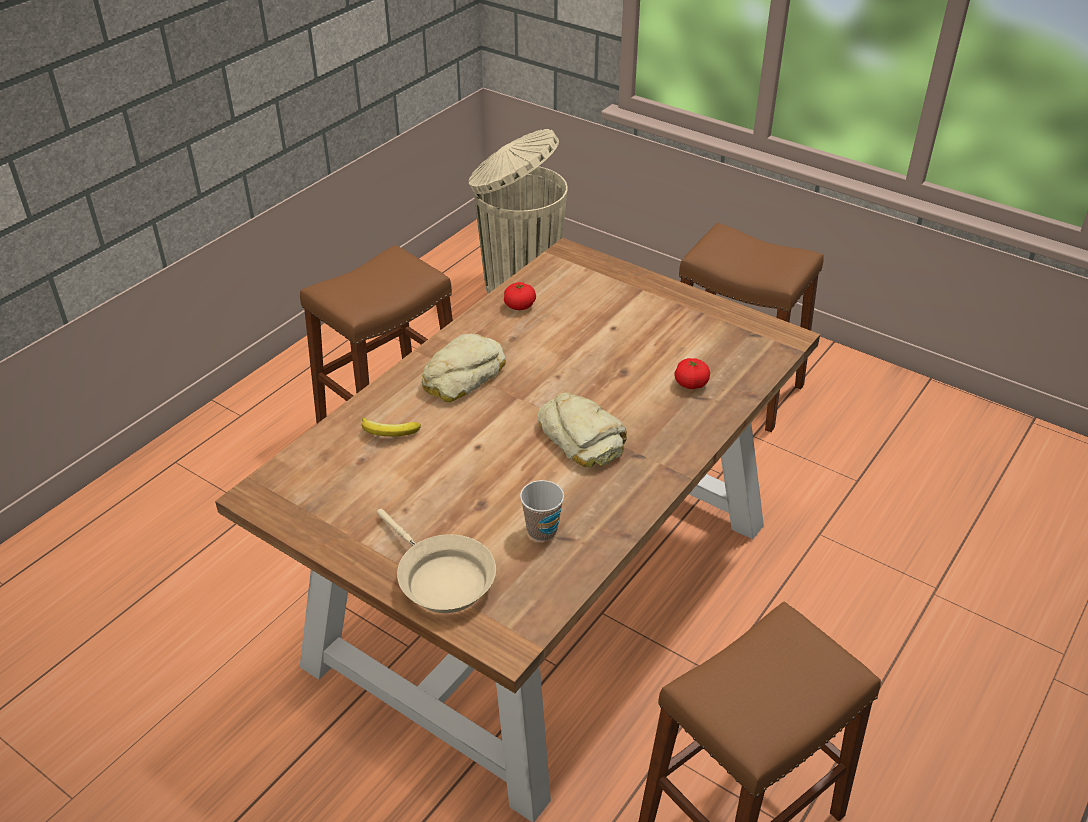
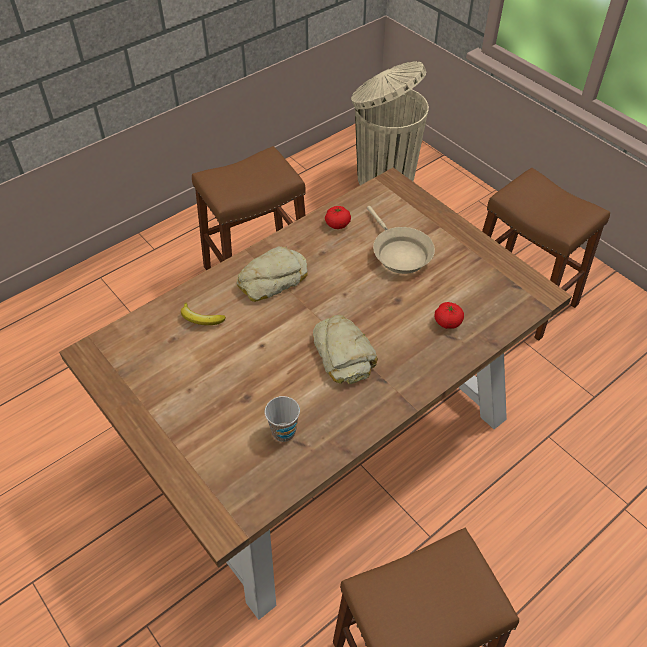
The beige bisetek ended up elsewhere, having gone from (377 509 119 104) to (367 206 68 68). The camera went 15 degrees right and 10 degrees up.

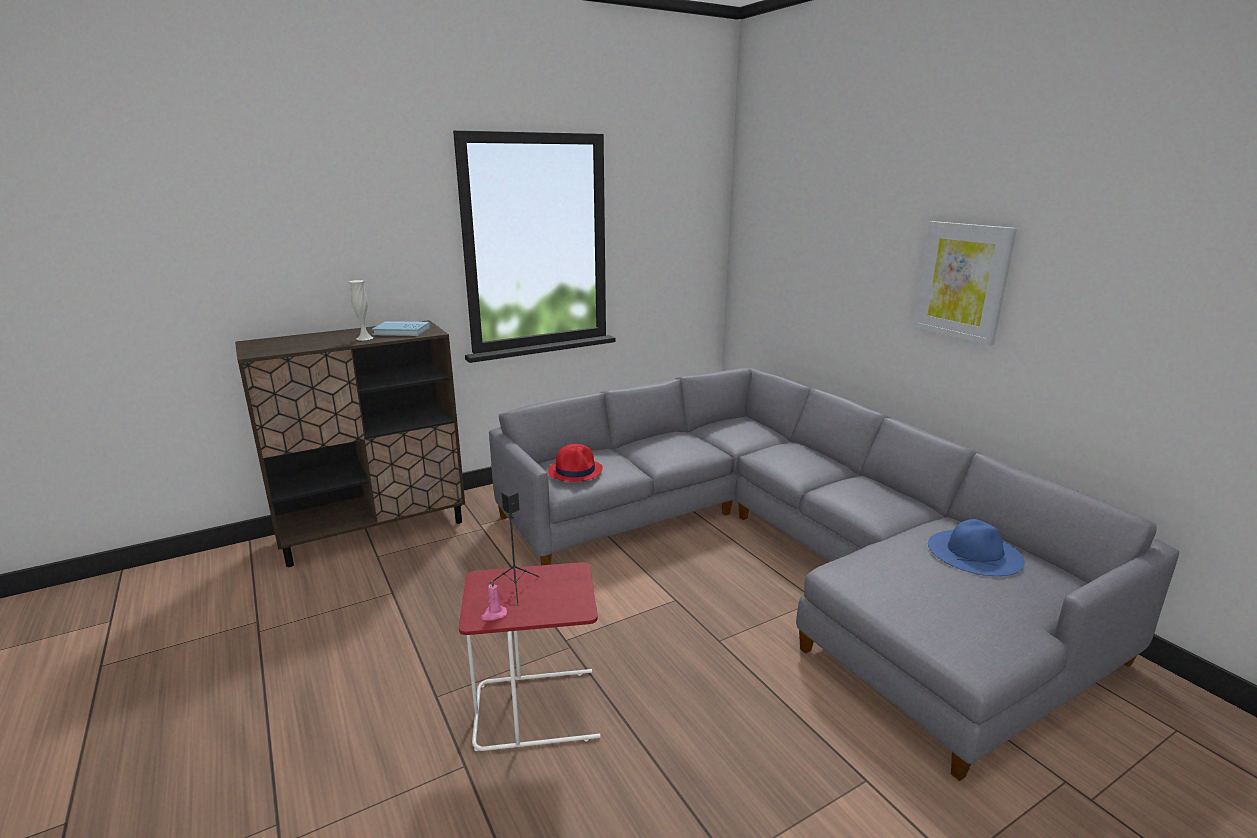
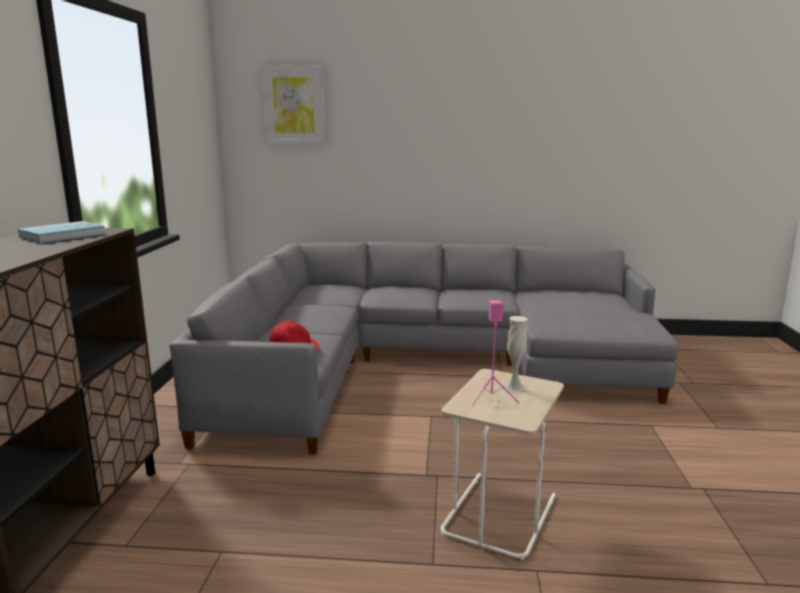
The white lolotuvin ended up elsewhere, having gone from (349 280 24 60) to (505 316 23 76). What was the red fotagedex at (459 562 142 189) turned into the beige fotagedex at (441 369 122 191). The second view lost the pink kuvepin at (481 579 26 41). What was the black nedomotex at (489 489 51 117) turned into the pink nedomotex at (472 300 47 106). The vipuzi ended up elsewhere, having gone from (913 221 104 125) to (261 65 65 79). The second view lost the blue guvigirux at (928 519 97 57). The camera went 55 degrees left and 5 degrees down.

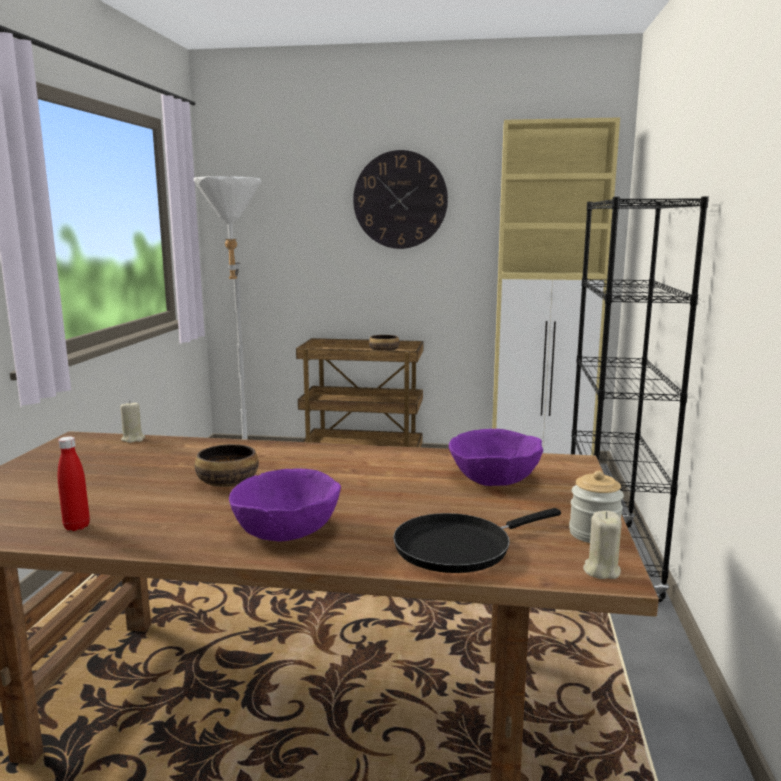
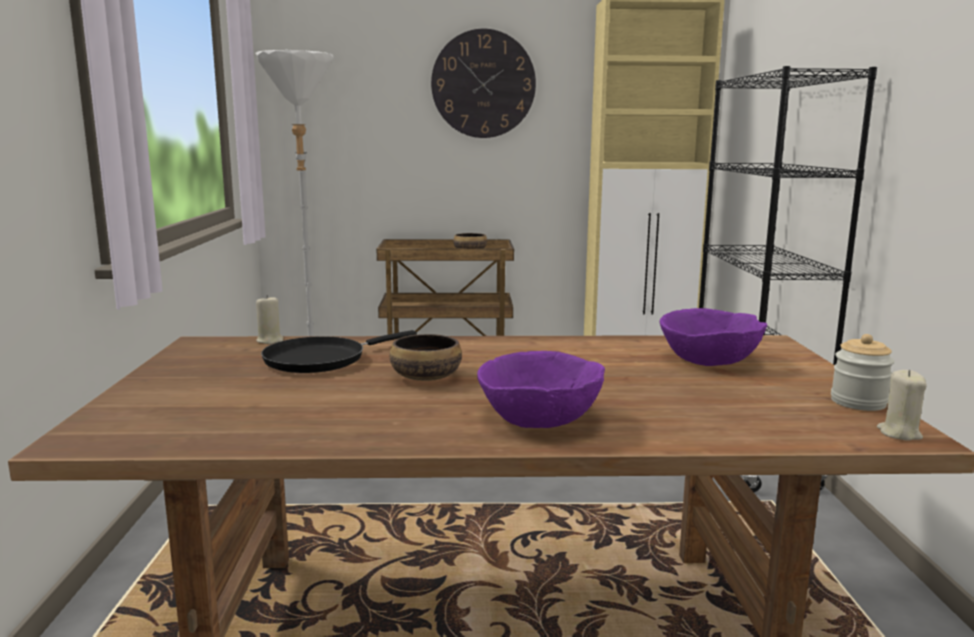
The second view lost the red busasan at (58 436 32 95). The black bisetek ended up elsewhere, having gone from (393 508 168 65) to (261 330 156 43). The camera went 10 degrees left and 0 degrees up.

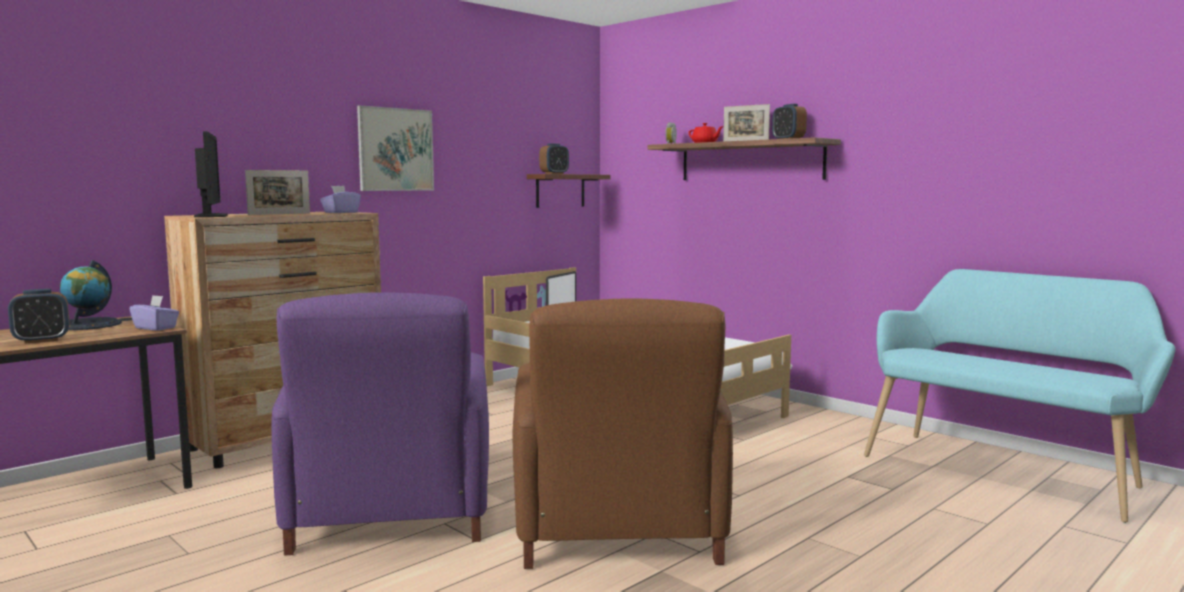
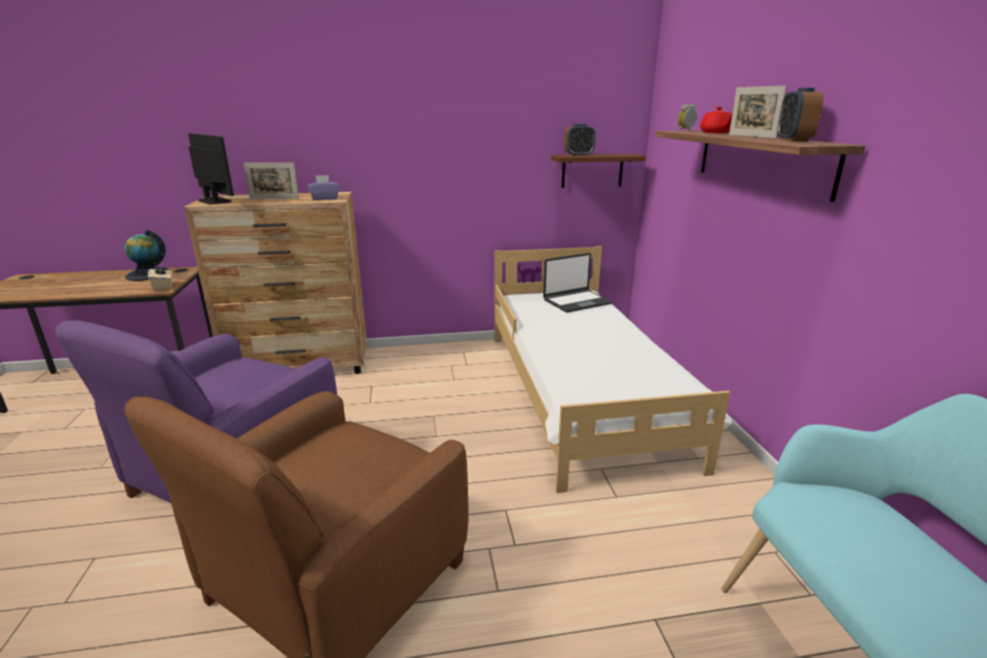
The second view lost the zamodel at (8 289 61 54). What was the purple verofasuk at (129 295 50 36) turned into the beige verofasuk at (148 264 24 27). The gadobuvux at (194 131 34 86) ended up facing another way, 60 degrees counterclockwise from before. The second view lost the vipuzi at (357 105 77 86). The camera went 35 degrees right and 15 degrees up.

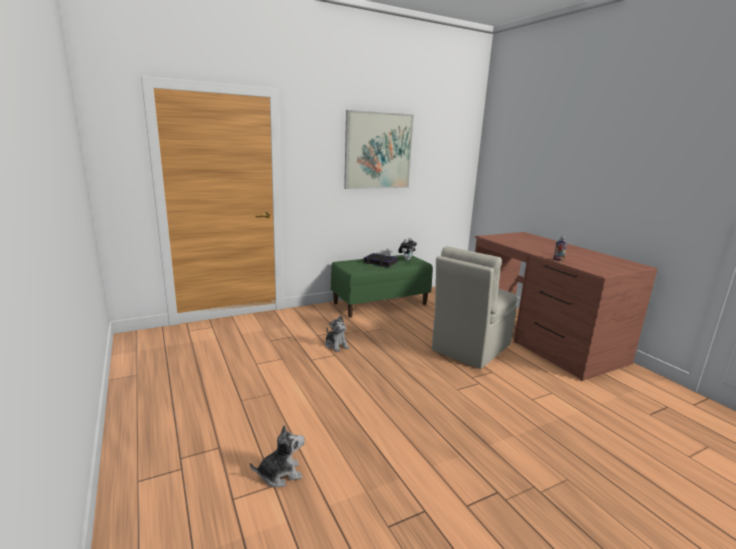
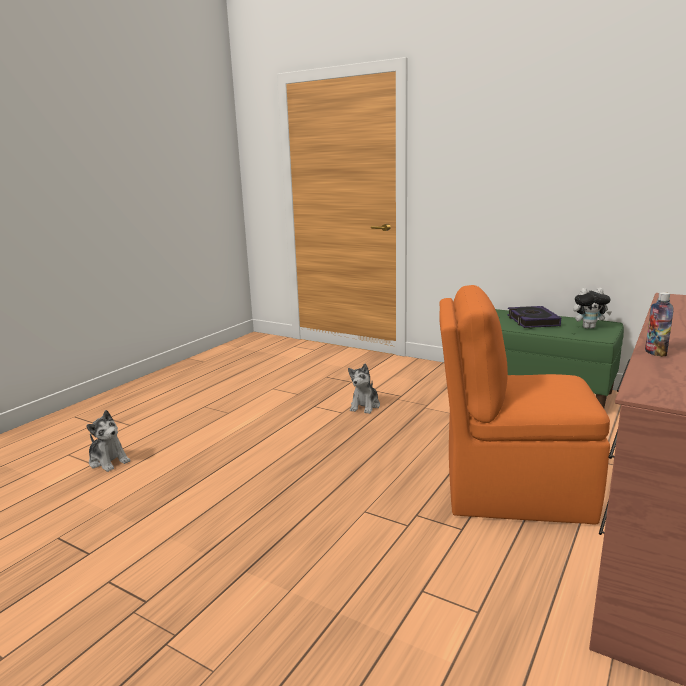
The second view lost the vipuzi at (344 110 70 79). What was the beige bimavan at (432 246 85 123) turned into the orange bimavan at (439 285 171 240). The camera went 60 degrees right and 0 degrees up.

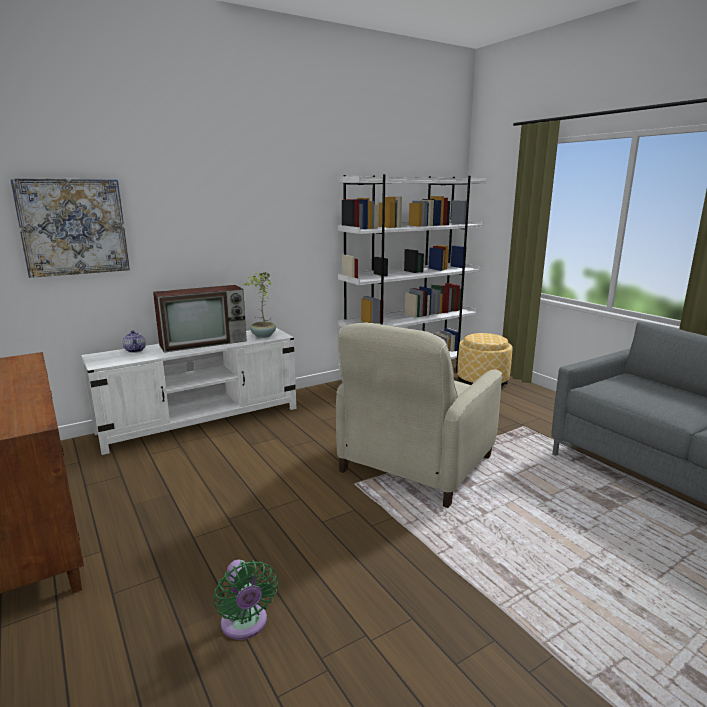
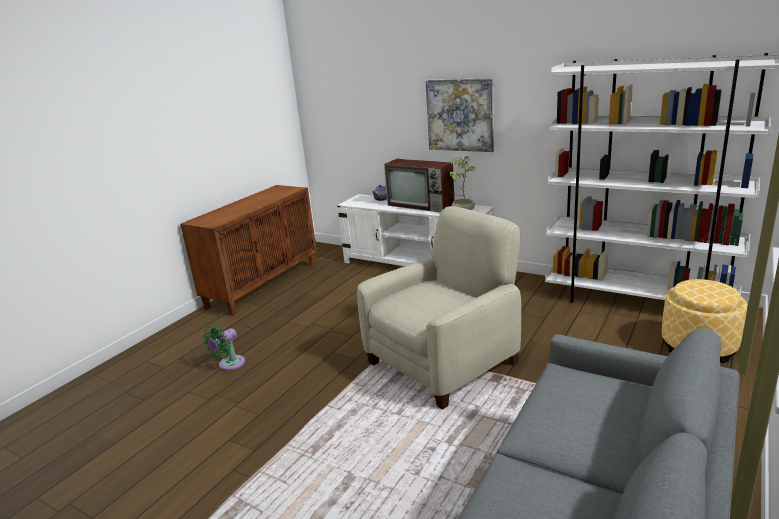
The vipuzi ended up elsewhere, having gone from (10 178 120 100) to (426 78 68 74). The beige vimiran at (336 323 166 185) ended up facing another way, 135 degrees clockwise from before. The camera went 65 degrees right and 5 degrees up.

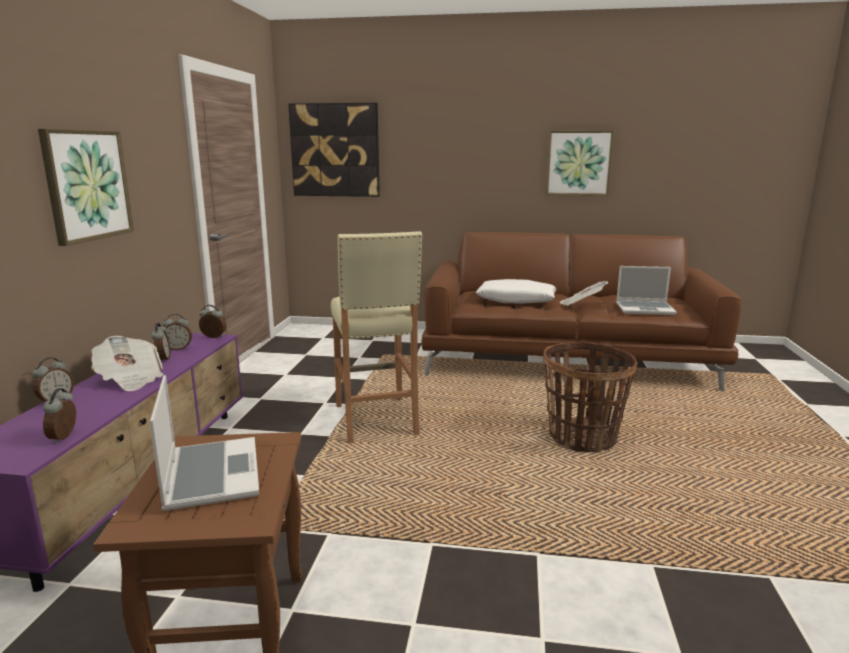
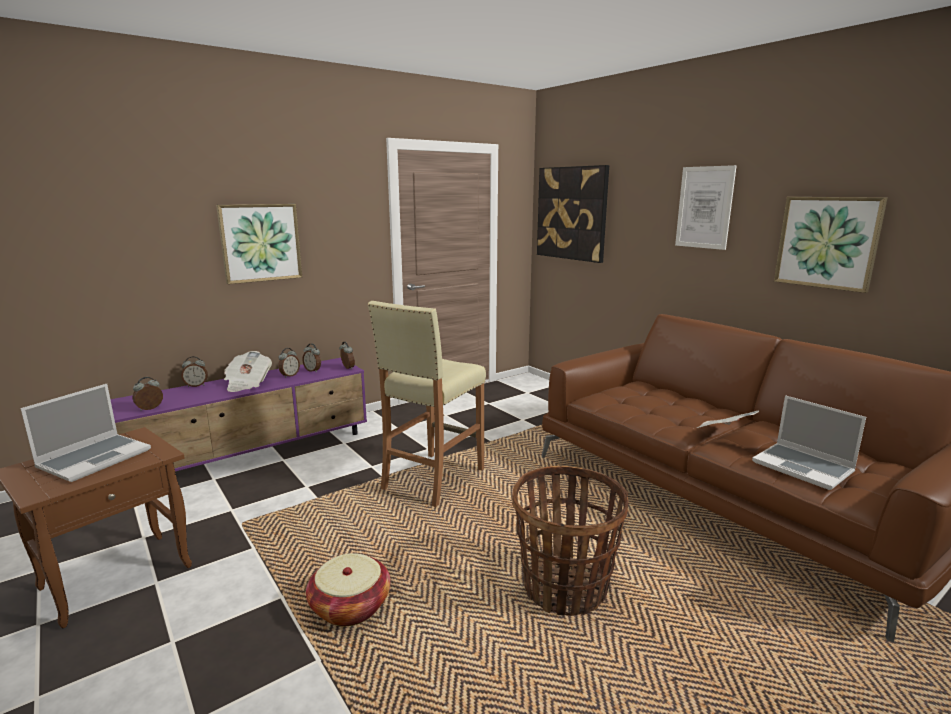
The second view lost the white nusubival at (476 279 80 24). The second view gained the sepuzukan at (306 553 85 73). The second view gained the vipuzi at (675 165 62 85). The camera went 45 degrees right and 0 degrees up.

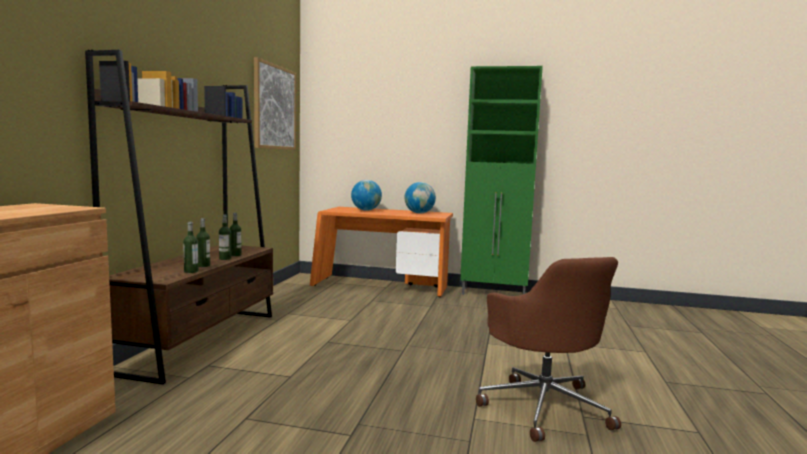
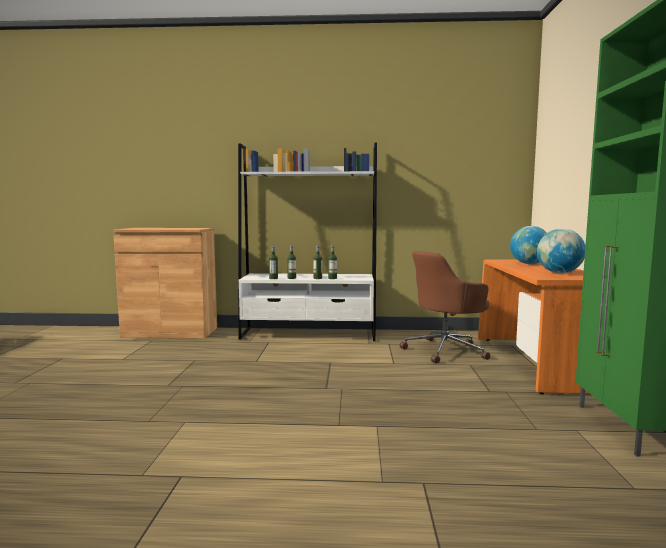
What was the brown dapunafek at (85 50 188 335) turned into the white dapunafek at (238 143 139 198). The second view lost the vipuzi at (254 57 42 93). The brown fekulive ended up elsewhere, having gone from (476 257 145 185) to (399 251 91 113). The camera went 80 degrees right and 0 degrees up.

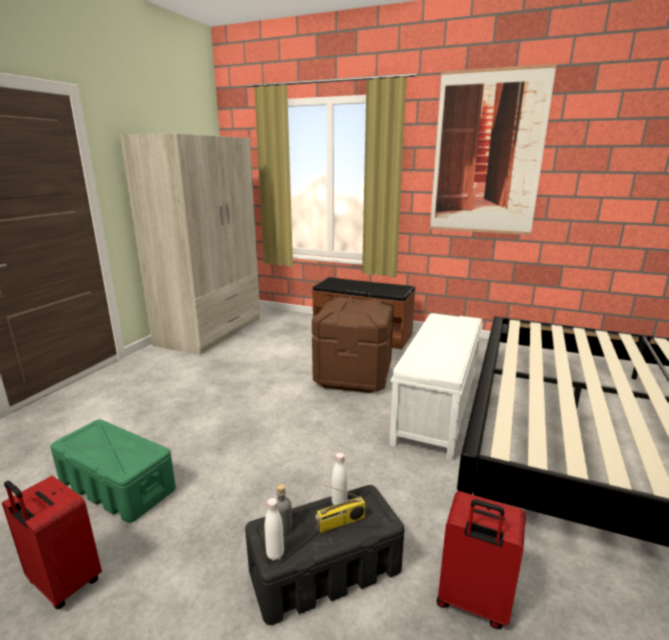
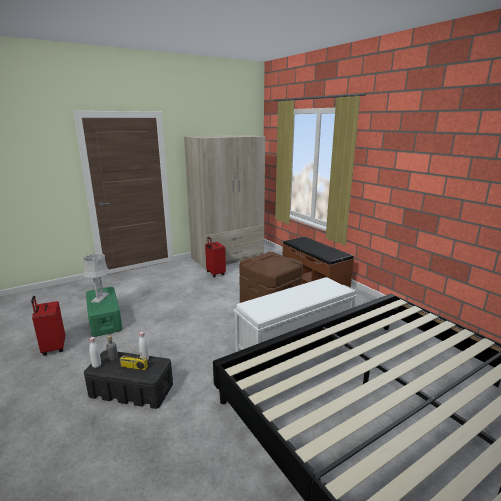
The second view lost the vipuzi at (430 63 127 172). The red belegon ended up elsewhere, having gone from (437 491 89 138) to (205 237 21 40). The second view gained the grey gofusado at (83 254 26 49). The camera went 35 degrees right and 0 degrees up.

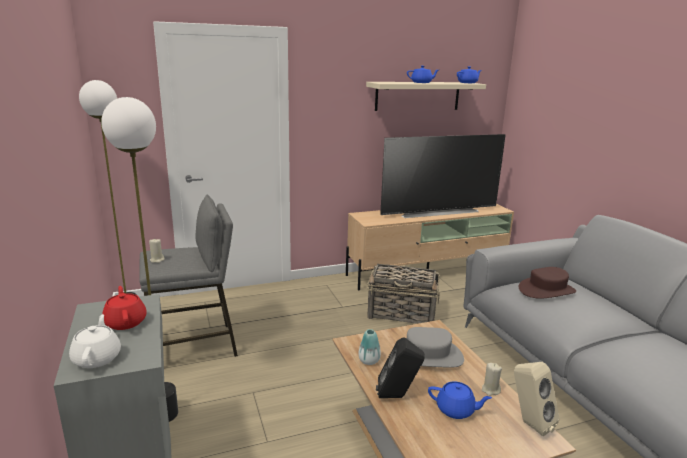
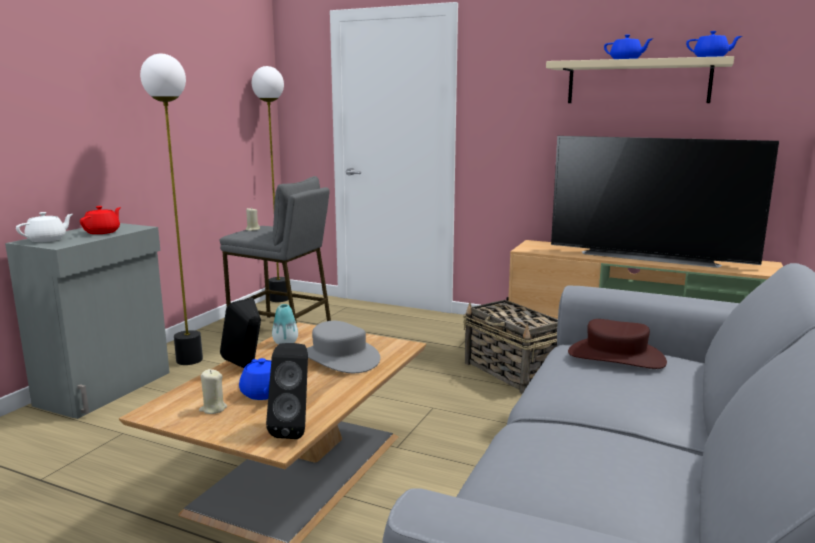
The beige kuvepin ended up elsewhere, having gone from (482 363 20 33) to (199 369 28 45). What was the beige nedomotex at (514 362 45 75) turned into the black nedomotex at (266 343 42 96). The camera went 45 degrees right and 5 degrees down.

